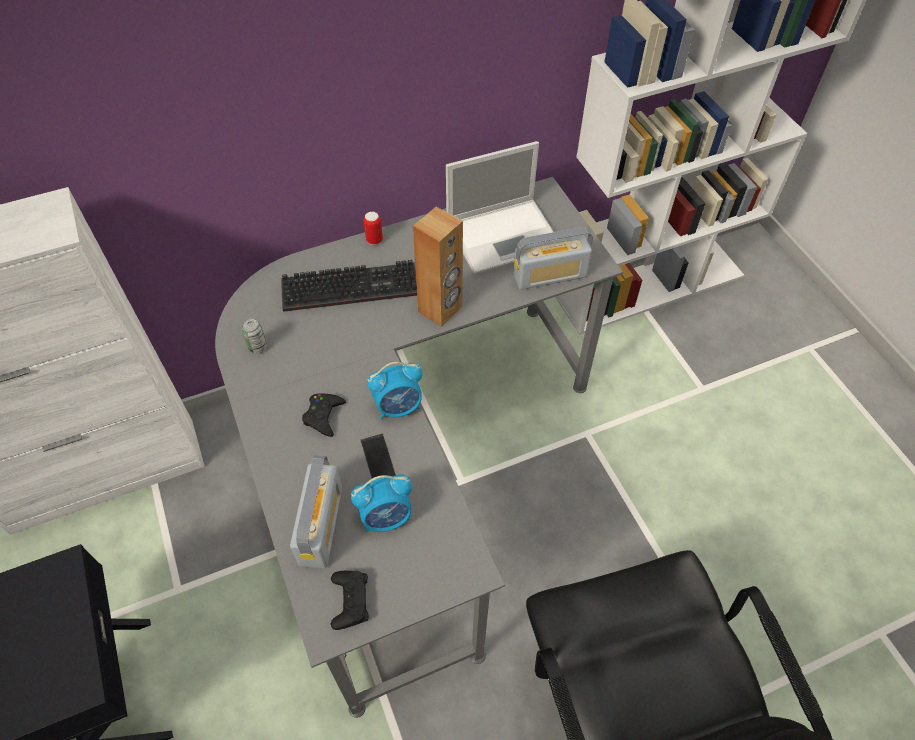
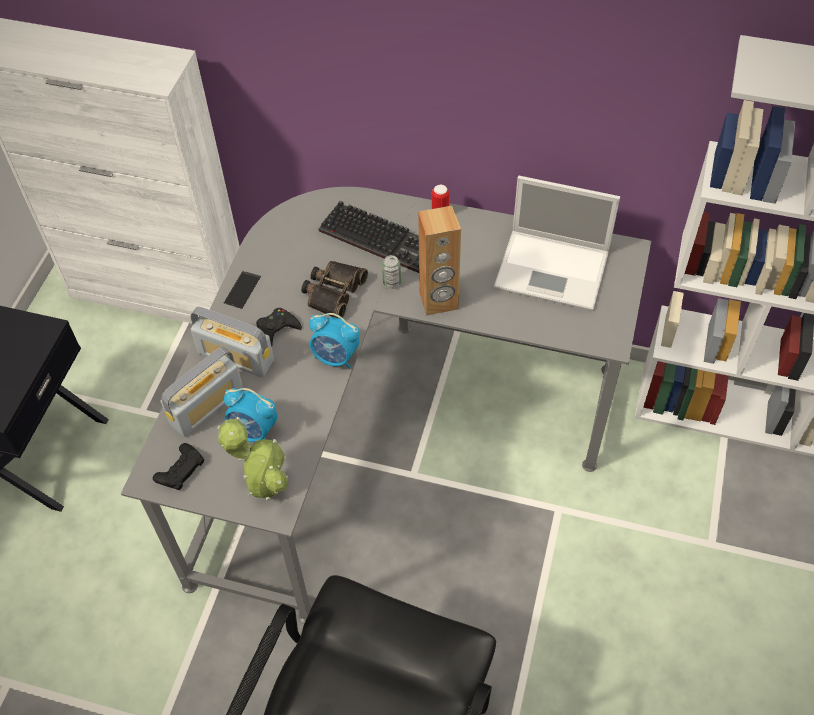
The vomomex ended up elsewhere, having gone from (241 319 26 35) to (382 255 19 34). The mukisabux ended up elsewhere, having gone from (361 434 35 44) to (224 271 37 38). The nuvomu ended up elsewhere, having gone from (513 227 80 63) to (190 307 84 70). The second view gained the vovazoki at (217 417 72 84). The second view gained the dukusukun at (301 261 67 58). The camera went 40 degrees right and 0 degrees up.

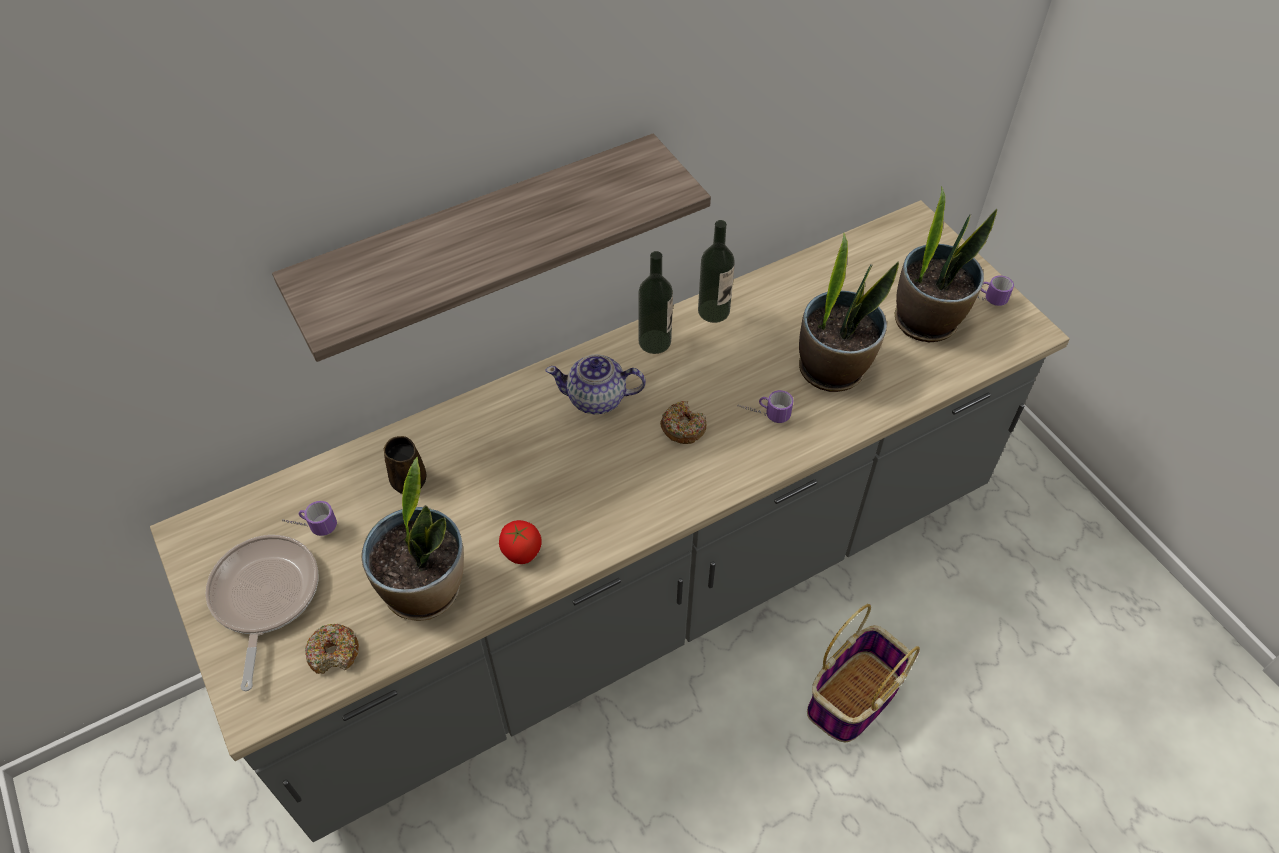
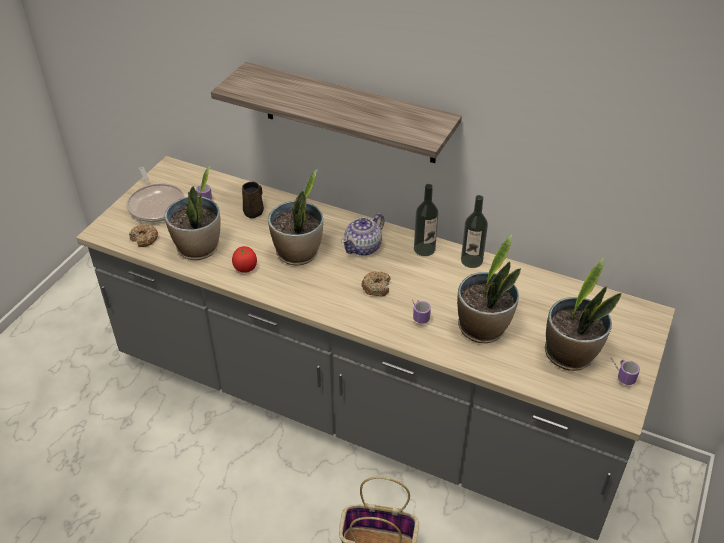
The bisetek at (205 535 113 156) ended up facing another way, 105 degrees clockwise from before. The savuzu at (545 354 101 60) ended up facing another way, 105 degrees counterclockwise from before. The second view gained the vovazoki at (268 169 55 96). The camera went 55 degrees right and 10 degrees down.

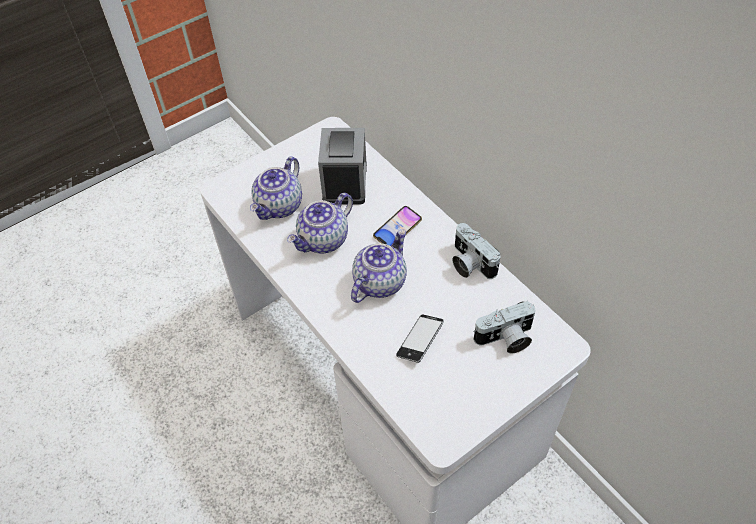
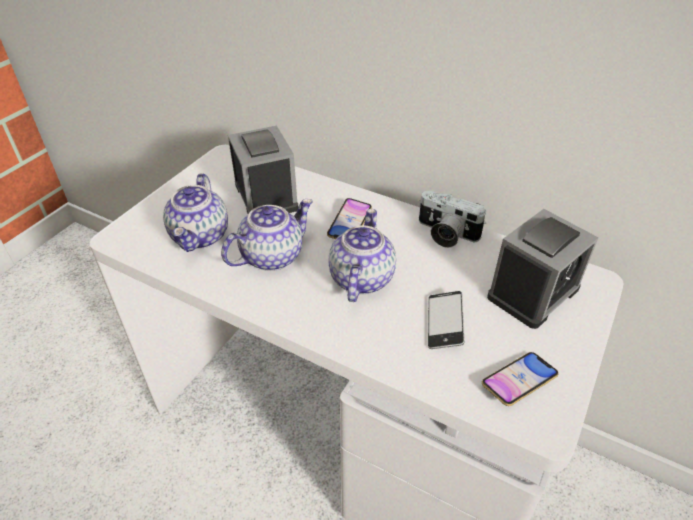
The savuzu at (287 193 66 61) ended up facing another way, 150 degrees counterclockwise from before. Where the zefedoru stood at (473 301 63 52), the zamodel came to stand at (487 209 112 120). The second view gained the mukisabux at (482 352 77 54). The camera went 25 degrees left and 10 degrees down.

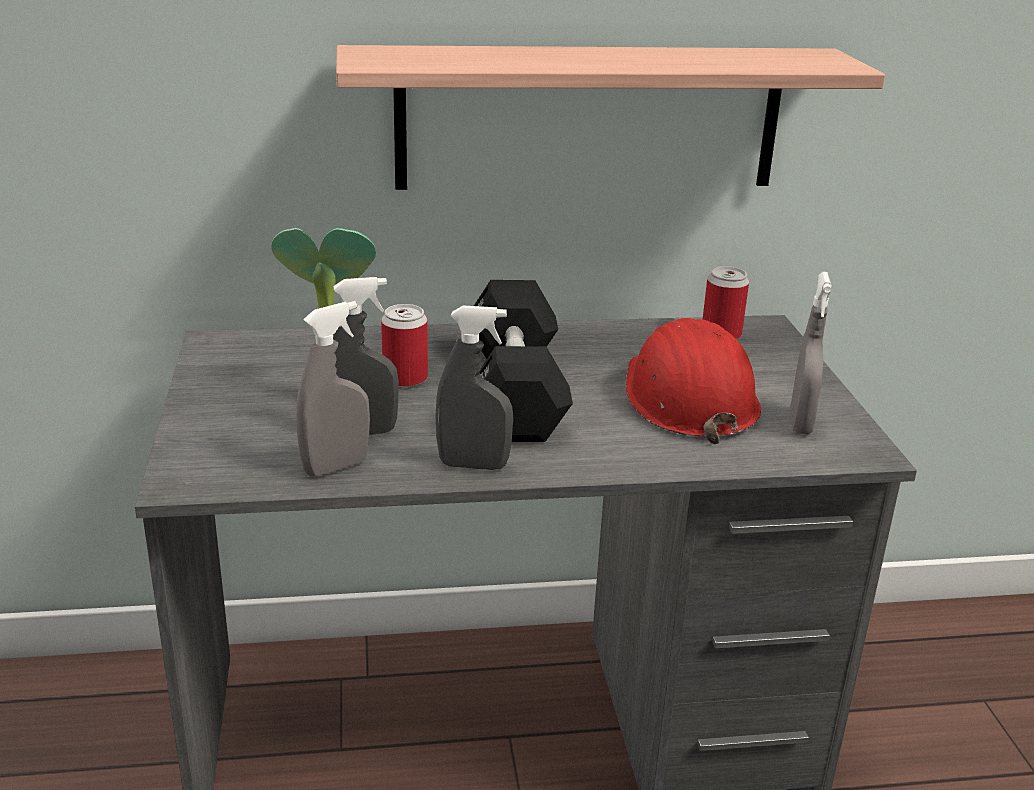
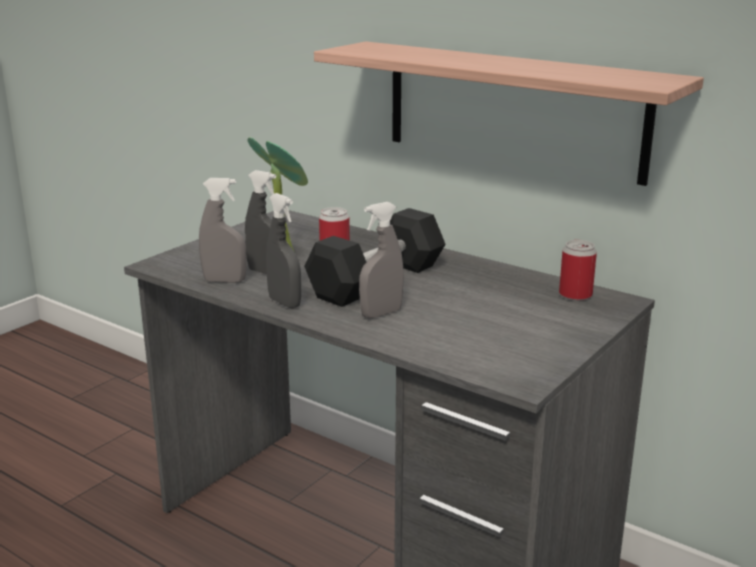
The second view lost the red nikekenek at (626 318 135 126). The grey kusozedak ended up elsewhere, having gone from (790 272 42 162) to (359 202 45 117). The camera went 45 degrees right and 5 degrees down.

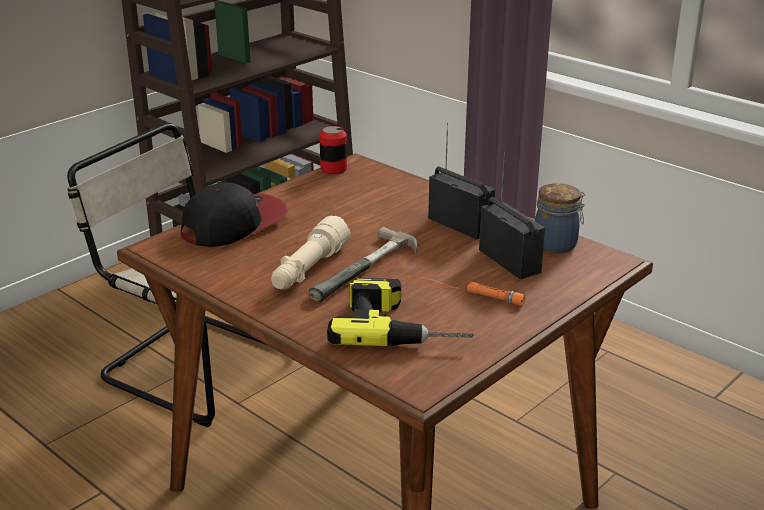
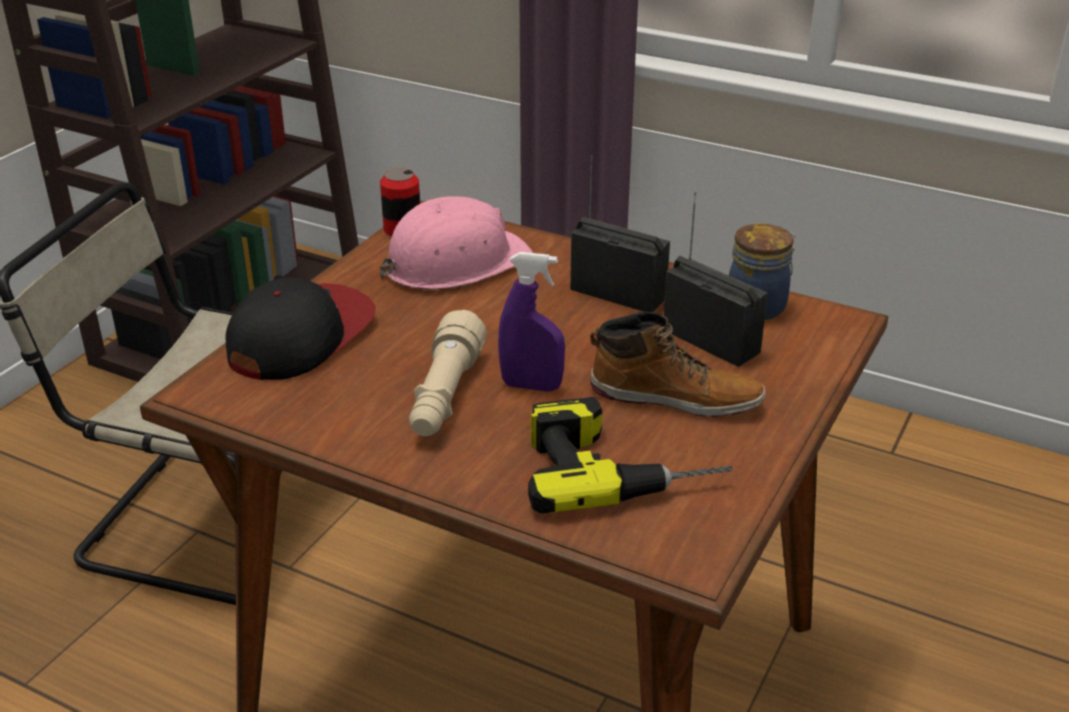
Where the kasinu stood at (309 227 108 75), the purple kusozedak came to stand at (498 252 67 139). Where the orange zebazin stood at (408 276 118 30), the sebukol came to stand at (590 312 176 105). The second view gained the pink nikekenek at (380 196 153 93). The camera went 15 degrees left and 5 degrees up.

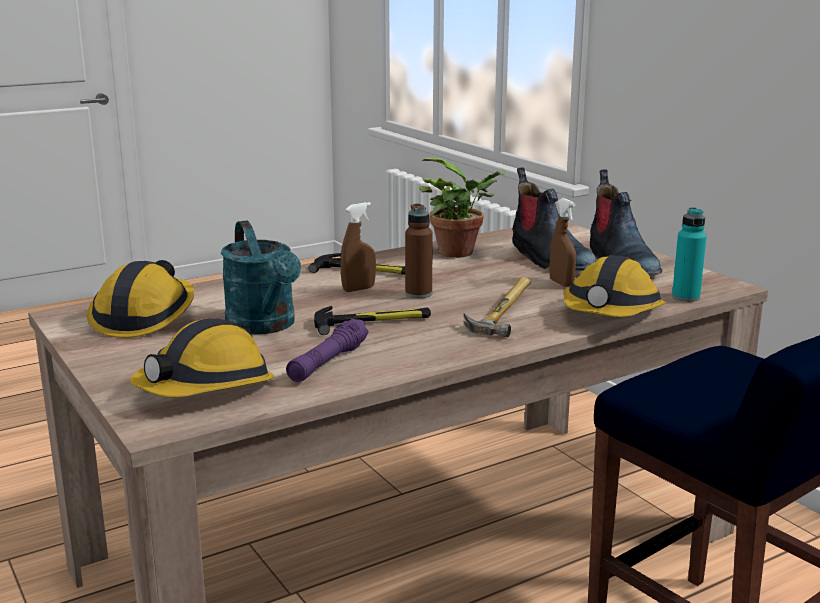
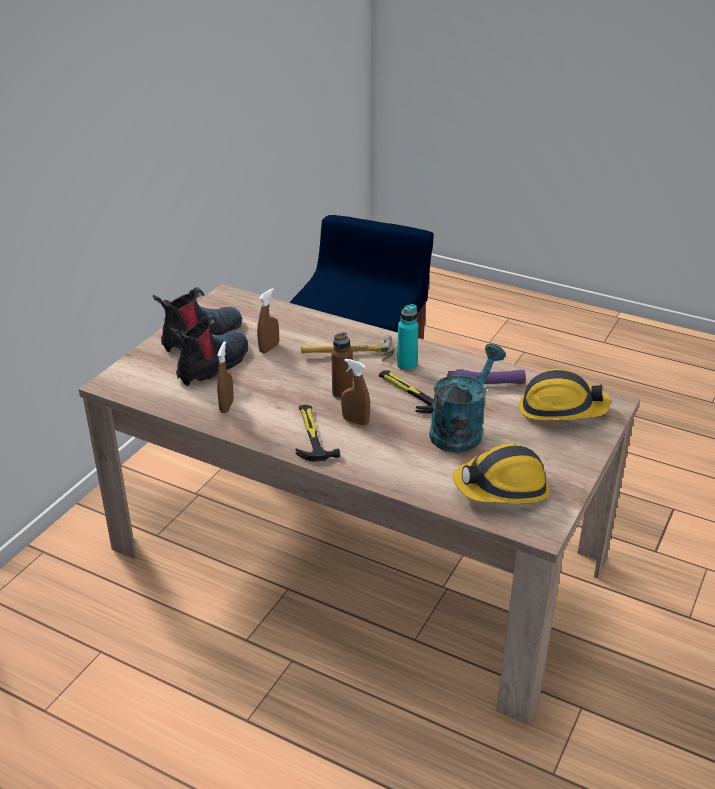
Where the vovazoki stood at (419 157 88 101), the brown kusozedak came to stand at (217 341 17 72). The second view lost the nikekenek at (563 255 103 62). The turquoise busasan ended up elsewhere, having gone from (672 208 35 94) to (397 304 21 67). The camera went 120 degrees left and 15 degrees up.

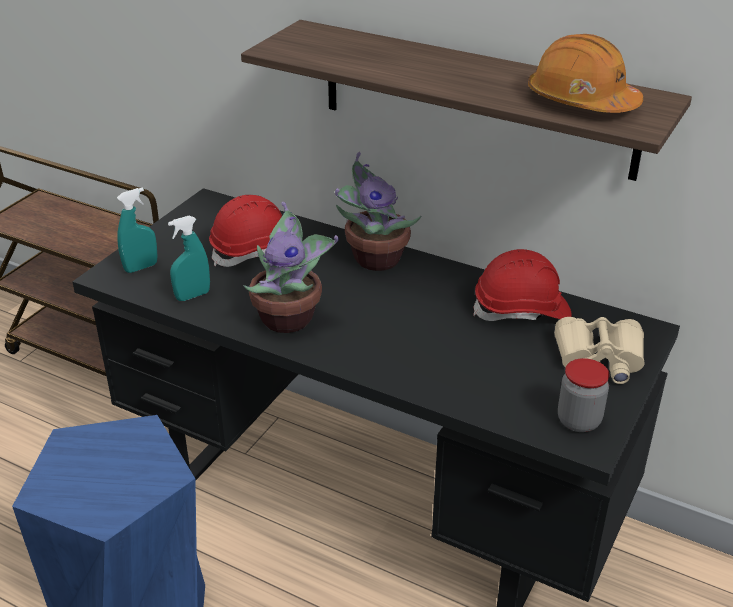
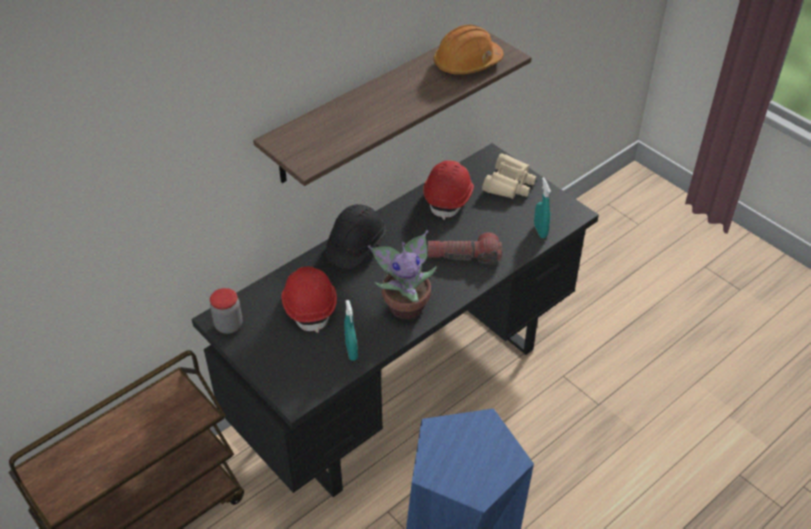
The turquoise kusozedak ended up elsewhere, having gone from (117 187 41 86) to (534 177 17 61). Where the vovazoki stood at (335 152 86 119), the black nikekenek came to stand at (326 204 60 65). The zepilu ended up elsewhere, having gone from (558 358 52 74) to (210 288 32 46). The second view gained the zebazin at (428 232 74 33). The camera went 70 degrees left and 10 degrees up.

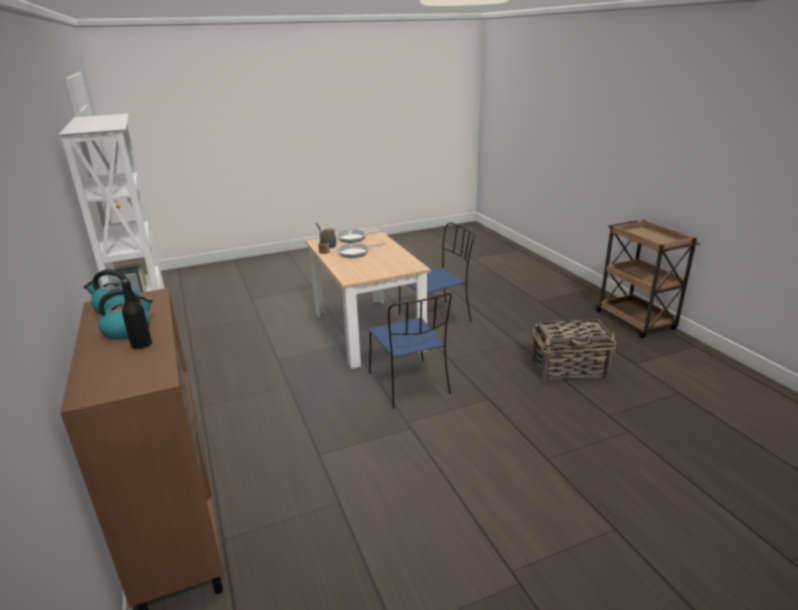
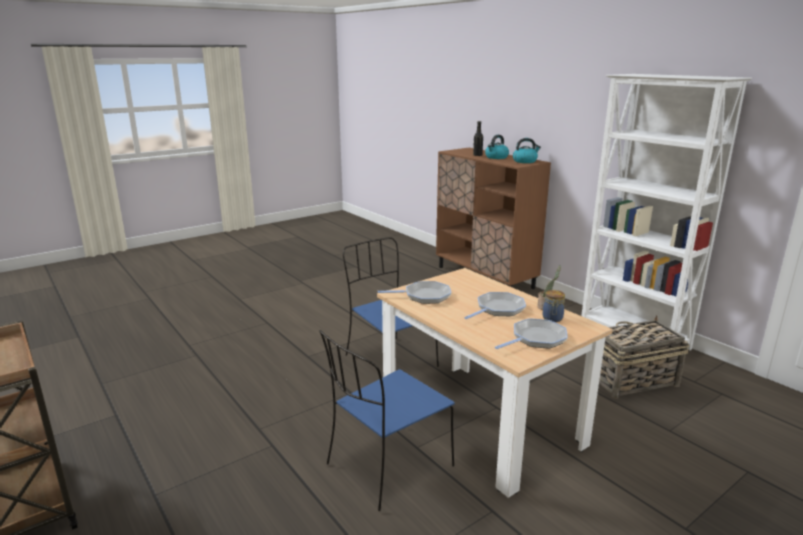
The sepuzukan ended up elsewhere, having gone from (531 319 85 63) to (599 315 90 84). The second view gained the bisetek at (378 281 73 23). The camera went 165 degrees right and 5 degrees down.

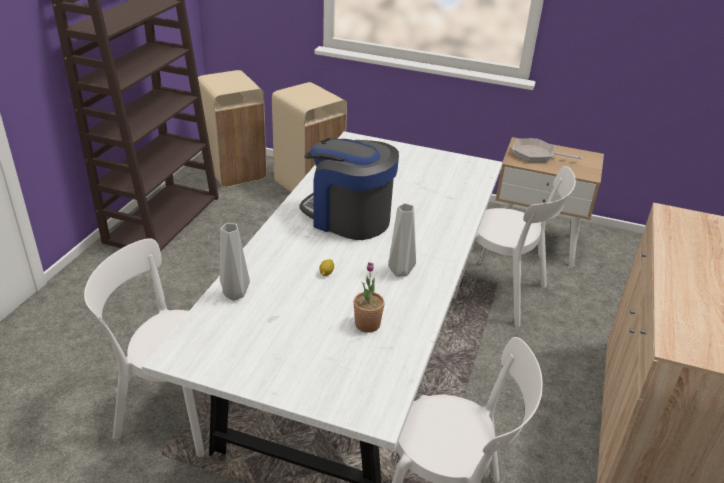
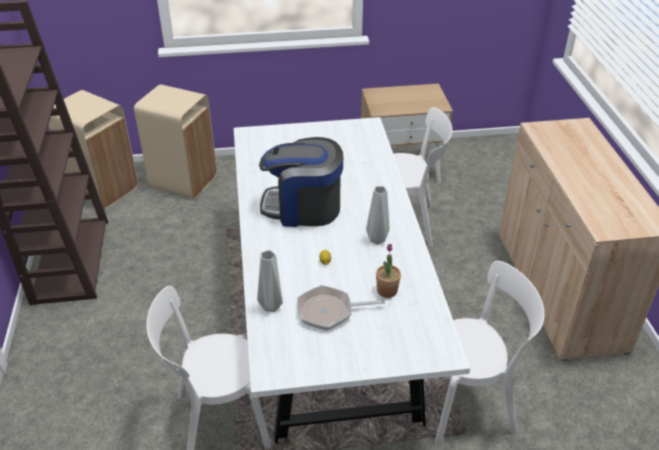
The bisetek ended up elsewhere, having gone from (512 138 70 24) to (297 285 88 46). The camera went 25 degrees left and 5 degrees up.

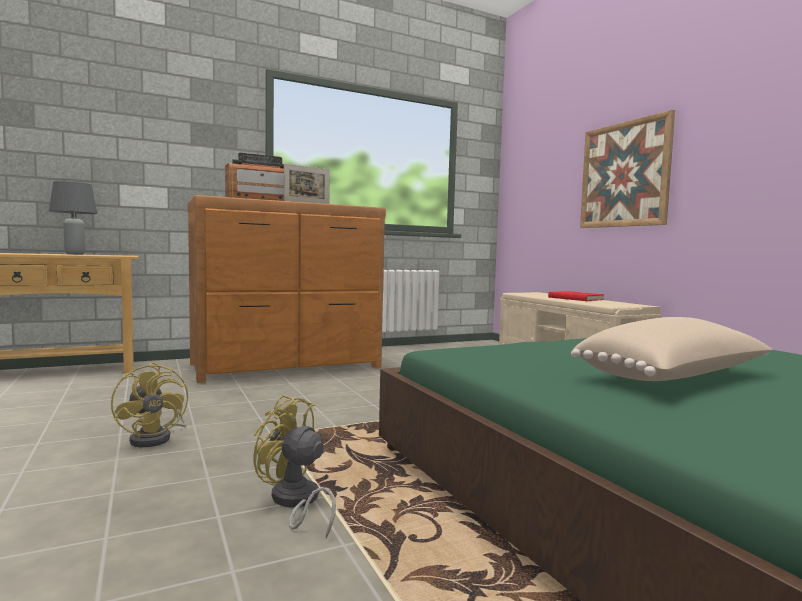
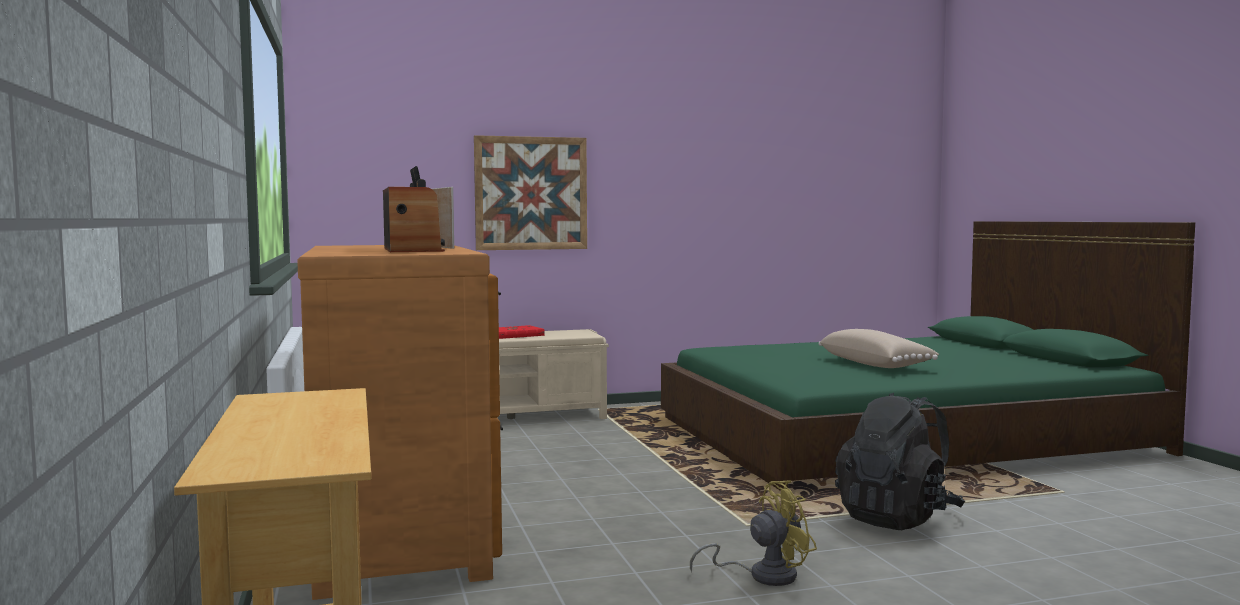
The second view lost the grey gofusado at (49 181 49 74). Where the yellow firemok stood at (253 395 83 144), the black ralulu came to stand at (835 393 130 137). The camera went 80 degrees left and 0 degrees up.

